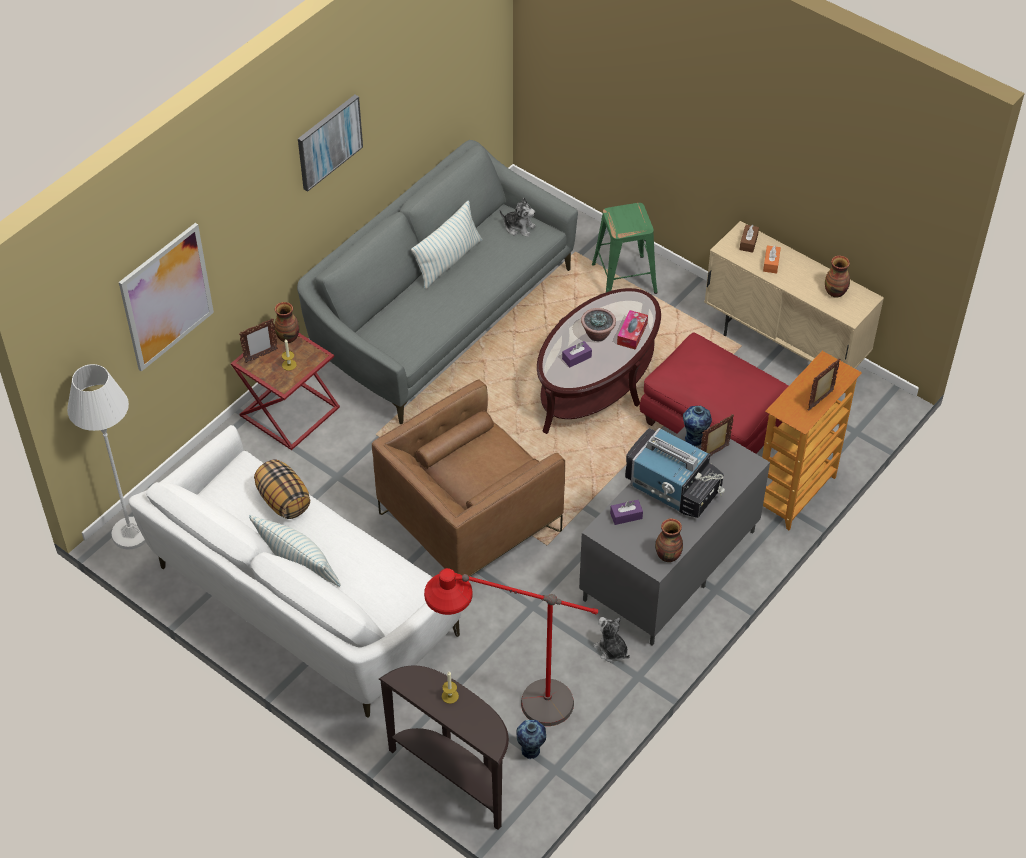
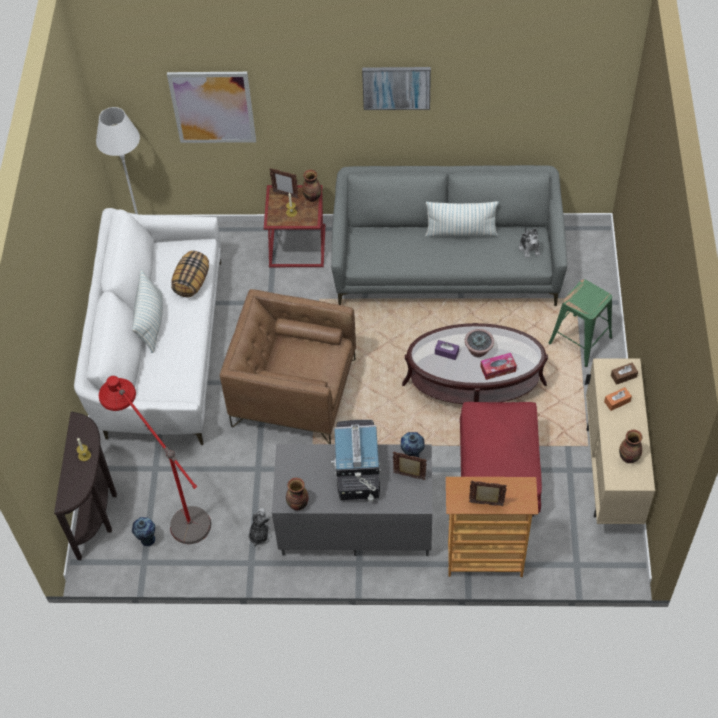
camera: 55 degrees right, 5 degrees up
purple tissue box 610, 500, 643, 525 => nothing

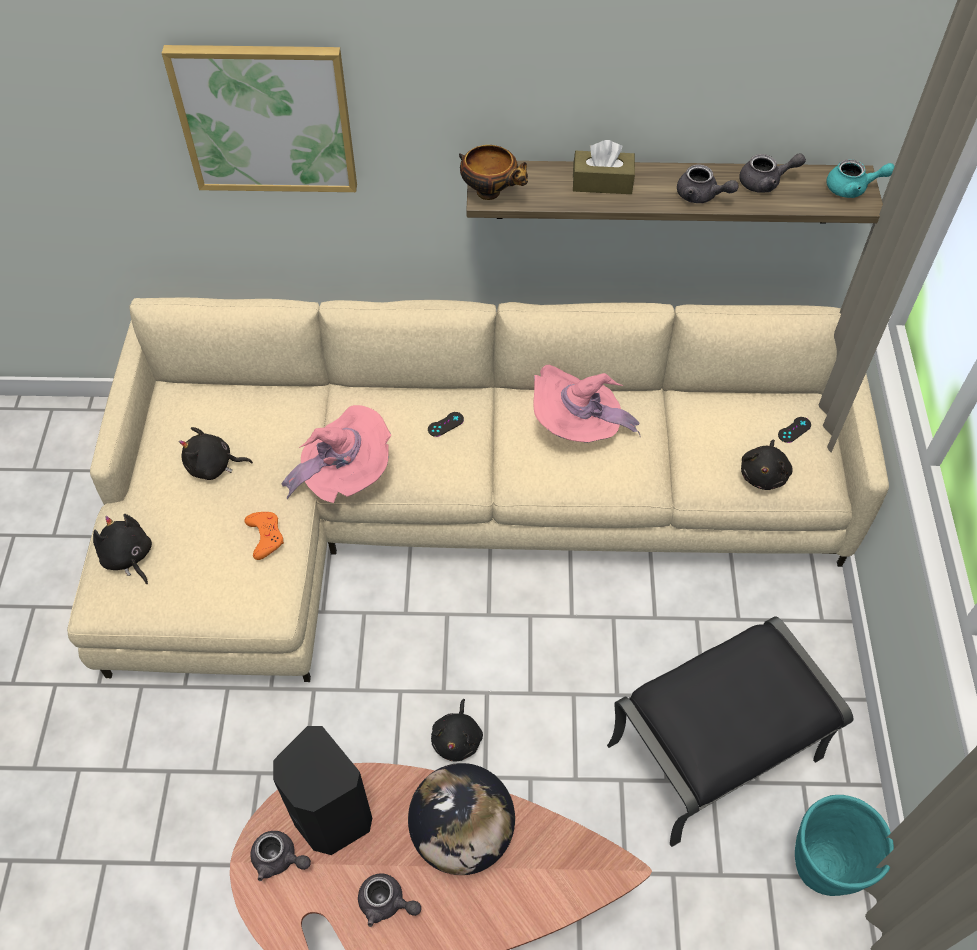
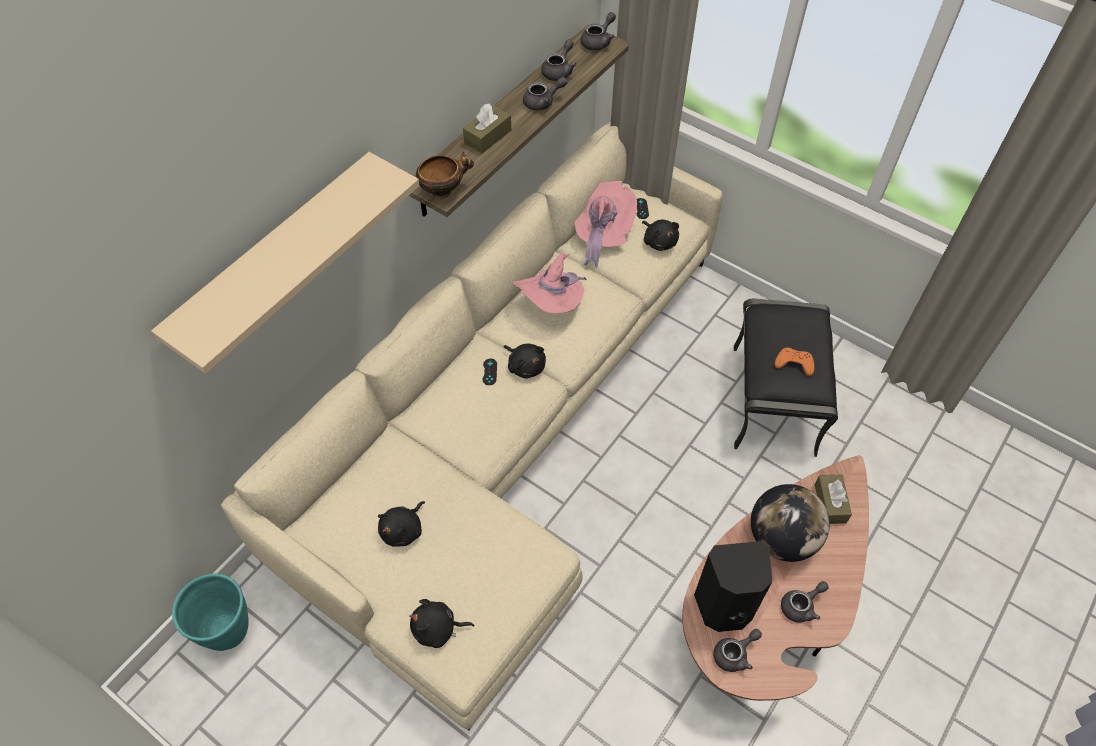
camera: 55 degrees left, 0 degrees up
wall art 162, 45, 357, 192 => sand-coloured bracket shelf 151, 152, 420, 374
turquoise-coloured flower pot 795, 795, 894, 896 => turquoise-coloured flower pot 172, 573, 249, 651, shifted
blackish plush toy 431, 699, 483, 761 => blackish plush toy 504, 344, 546, 379, shifted
pink wearable hat 282, 405, 391, 503 => pink wearable hat 574, 181, 637, 268, shifted
turquoise-coloured pot for tea 826, 159, 895, 198 => greyish pot for tea 581, 12, 616, 51
orange-coloured game controller 244, 512, 284, 560 => orange-coloured game controller 775, 348, 814, 376, shifted
nothing => brown tissue box 815, 475, 852, 524

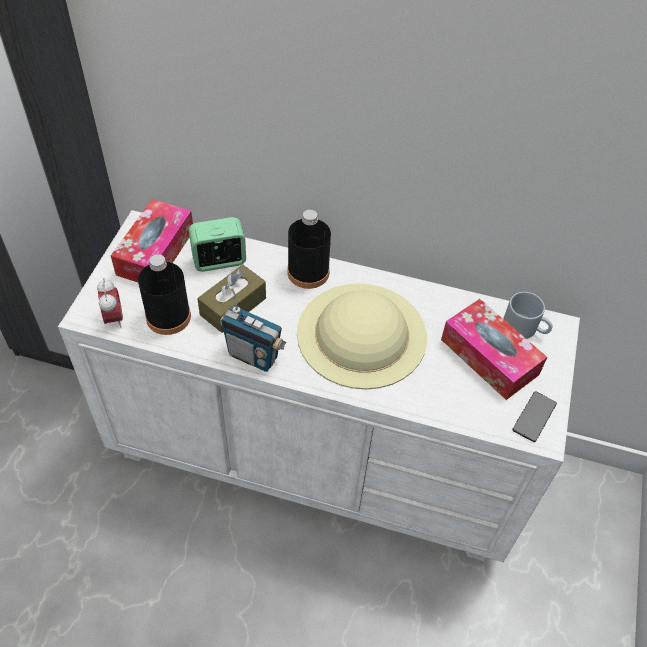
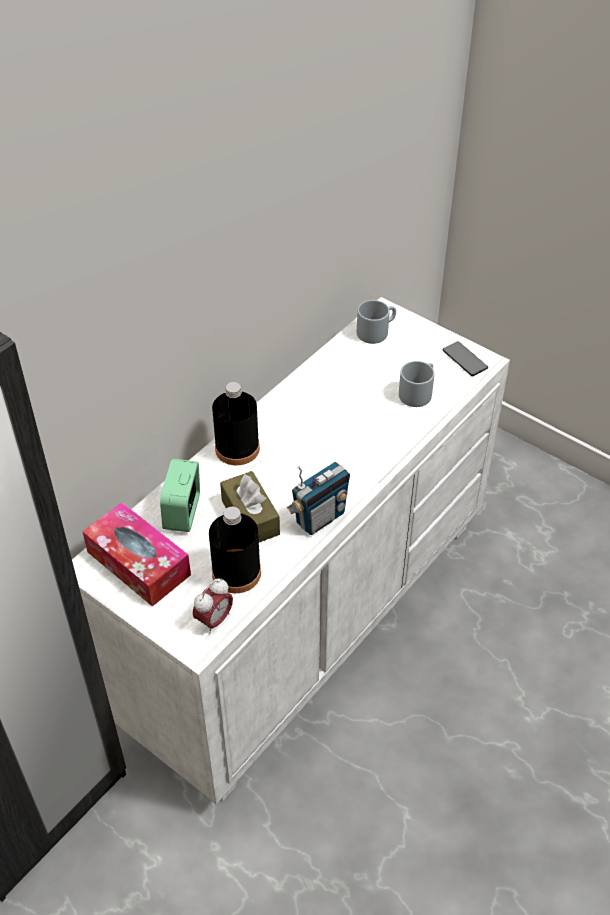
camera: 65 degrees left, 5 degrees down
alarm clock 97, 278, 123, 327 => alarm clock 193, 578, 233, 634, 120 degrees clockwise
nothing => greyish tea mug 399, 361, 434, 407
sand-coloured wearable hat 297, 283, 427, 389 => nothing
tissue box 441, 299, 547, 400 => nothing

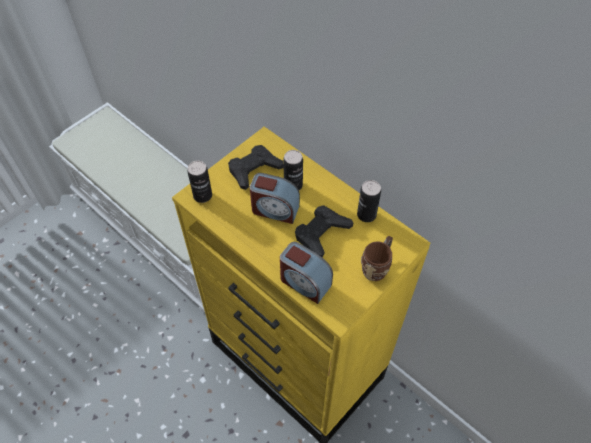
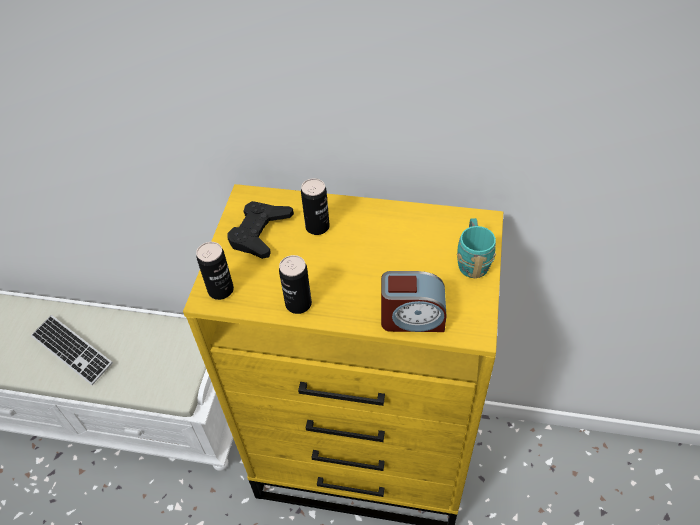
camera: 30 degrees left, 5 degrees down
nothing => keyboard 31, 315, 113, 385
can 357, 180, 381, 222 => can 279, 255, 312, 314, shifted
brown tea mug 361, 236, 393, 281 => turquoise-coloured tea mug 457, 218, 496, 279
alarm clock 250, 173, 300, 224 => nothing
blackish game controller 295, 205, 353, 257 => nothing

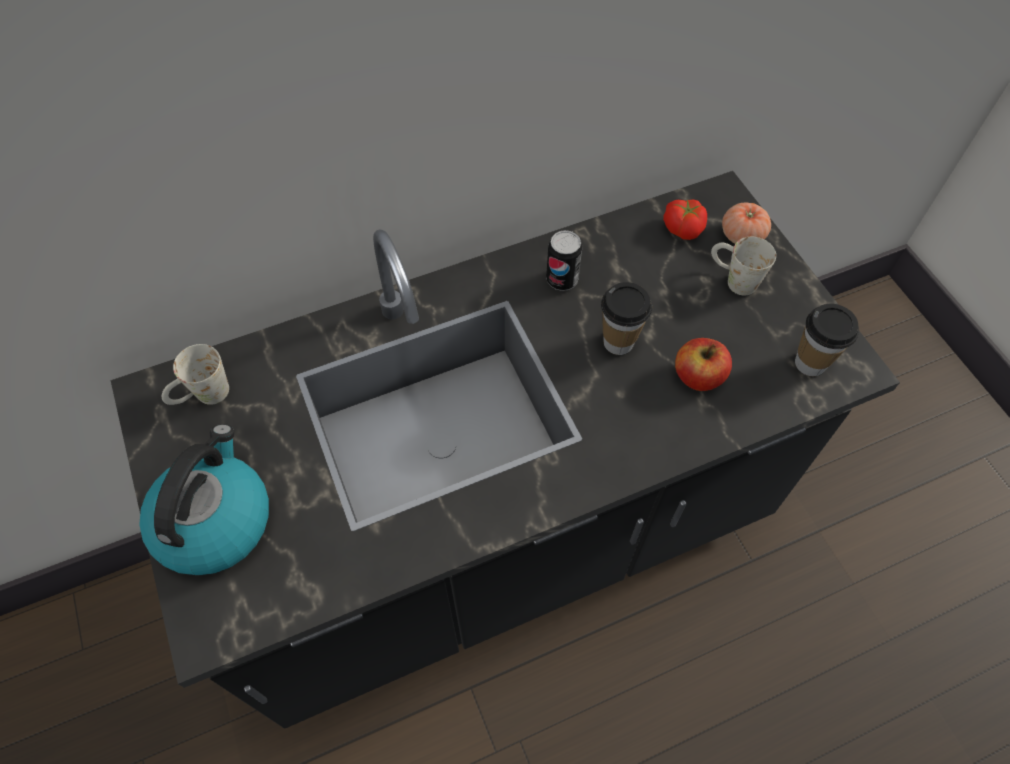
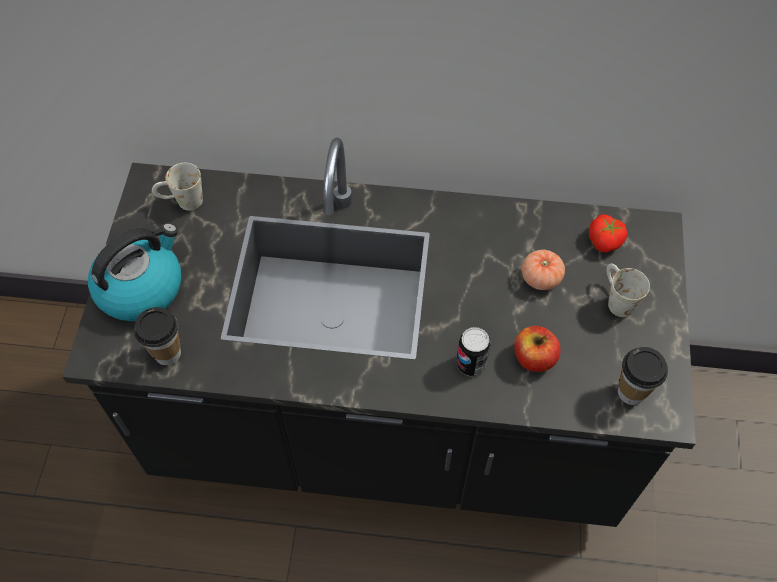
camera: 30 degrees right, 0 degrees up
small cup 601, 282, 652, 355 => small cup 134, 307, 181, 366, shifted
can 546, 230, 582, 291 => can 456, 327, 491, 376, shifted
whole tomato 722, 202, 771, 244 => whole tomato 521, 250, 565, 290, shifted

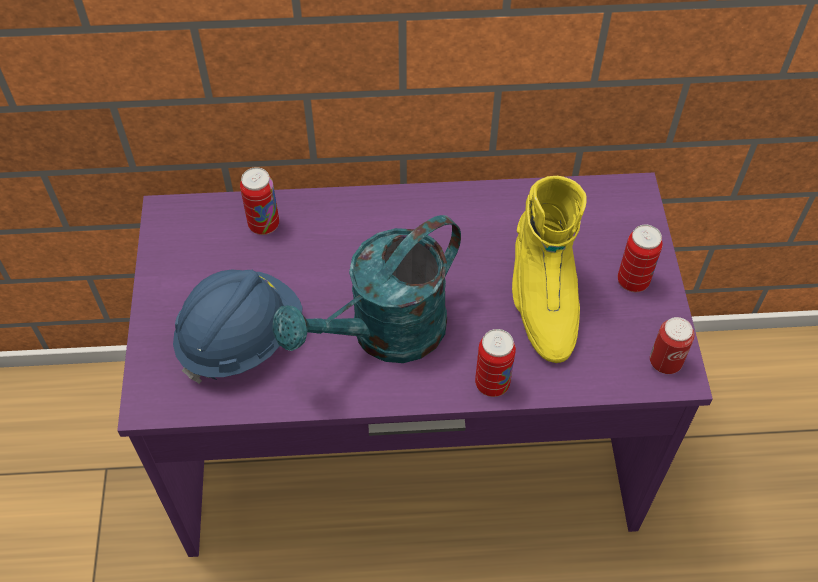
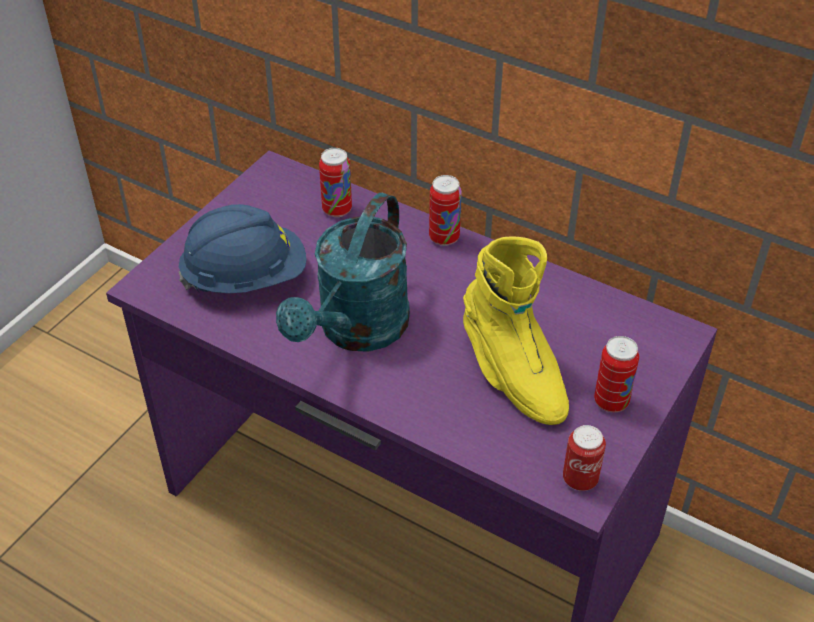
camera: 35 degrees right, 10 degrees down
turquoise-coloured watering can 272, 215, 461, 363 => turquoise-coloured watering can 276, 193, 410, 352, 60 degrees counterclockwise
can 475, 329, 516, 397 => can 429, 175, 462, 246, shifted
yellow-coloured boot 512, 176, 586, 363 => yellow-coloured boot 463, 236, 569, 425, 60 degrees counterclockwise

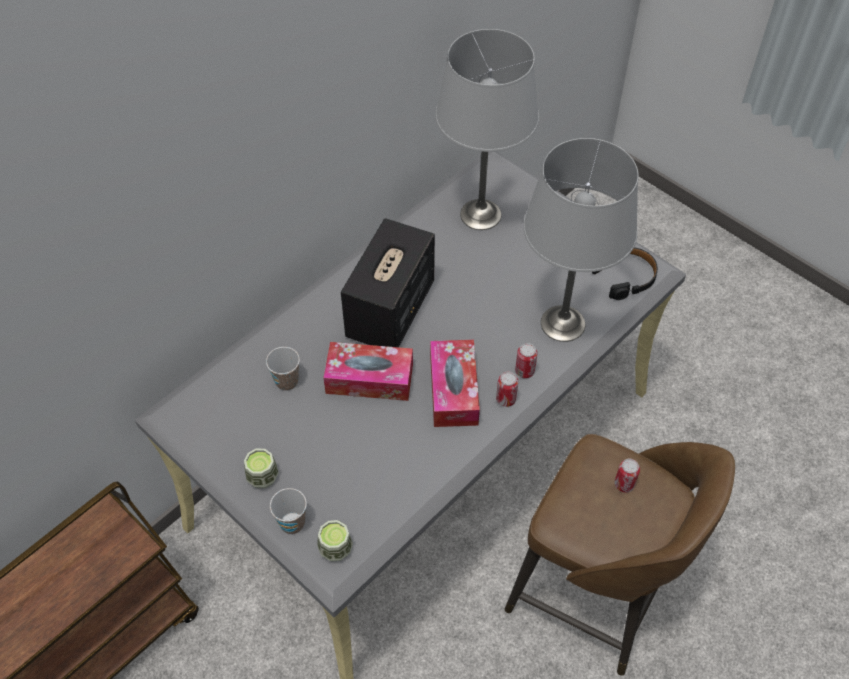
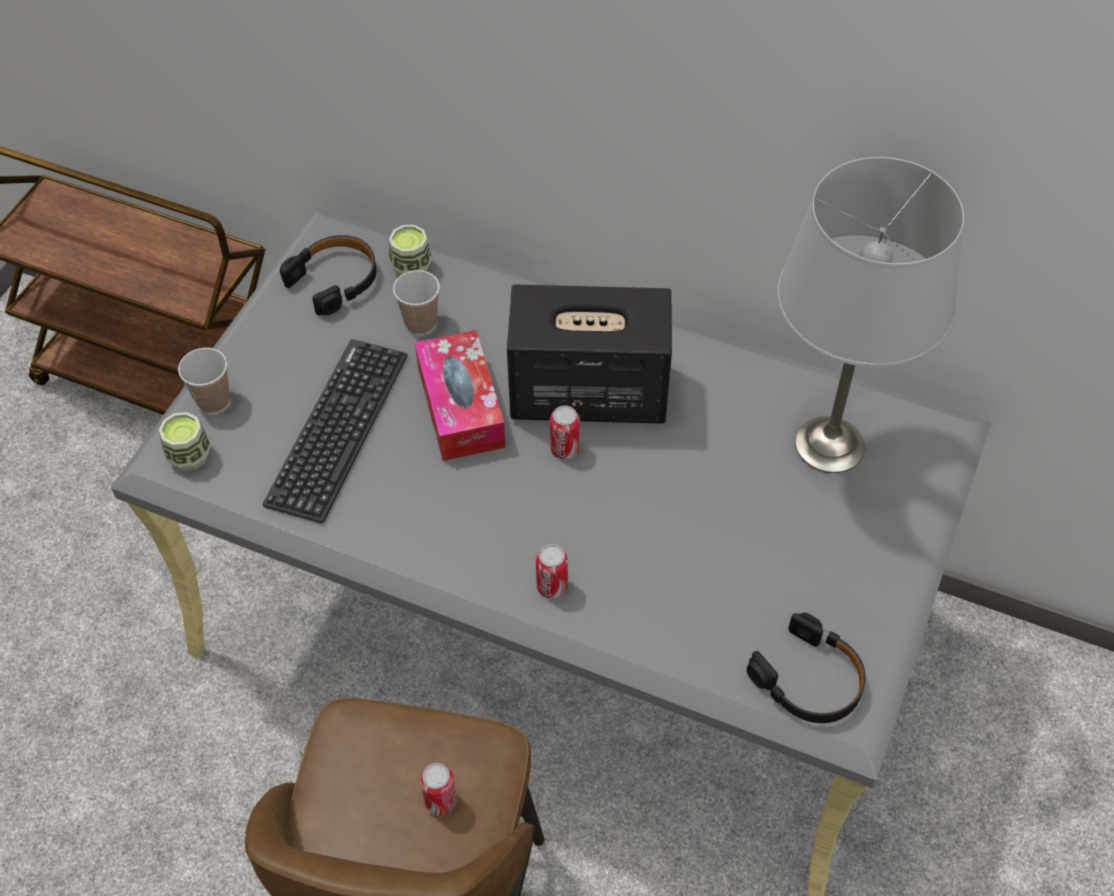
camera: 70 degrees right, 0 degrees up
nothing => keyboard 263, 339, 407, 523
nothing => blackish headphones 280, 235, 377, 315
small cup 244, 448, 279, 489 => small cup 389, 225, 432, 276, shifted
can 496, 371, 518, 407 => can 550, 406, 580, 459, shifted
tissue box 430, 340, 480, 427 => nothing
greyish tabletop lamp 523, 138, 639, 342 => nothing

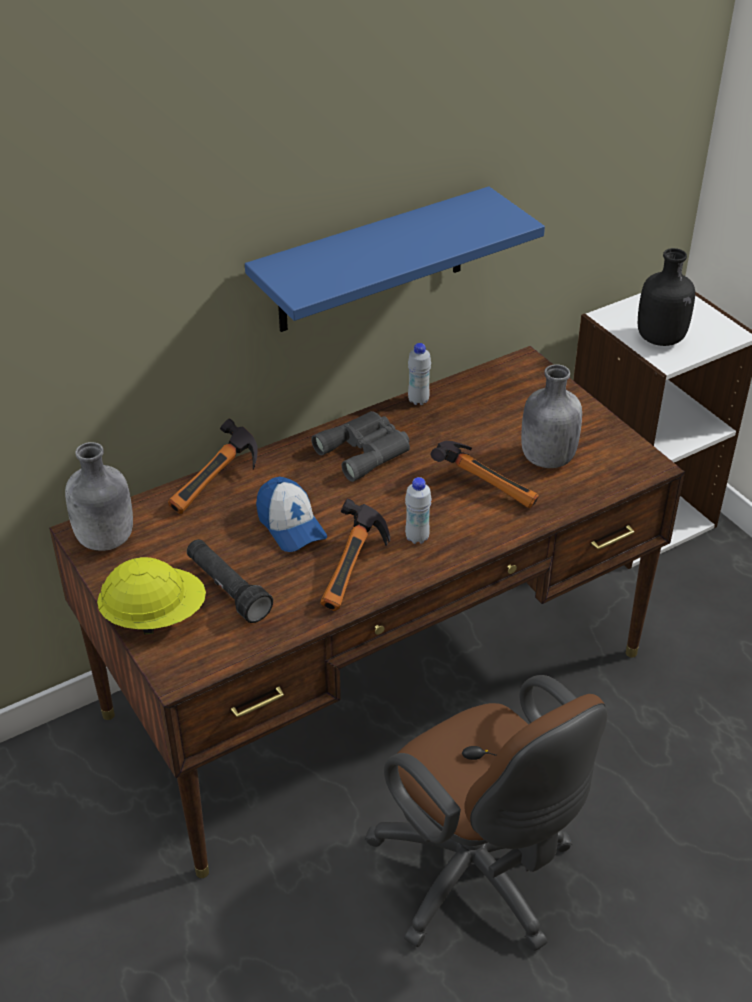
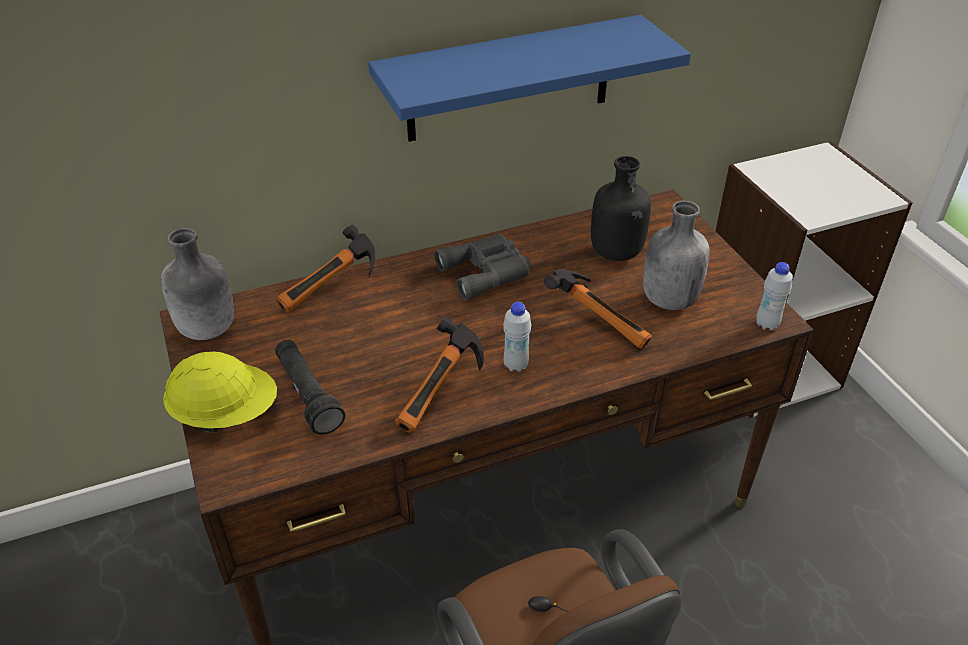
camera: 10 degrees right, 0 degrees up
blackish bottle 638, 248, 695, 346 => blackish bottle 591, 156, 651, 261, shifted
whitish bottle 408, 343, 431, 405 => whitish bottle 756, 262, 793, 330, shifted
cap 256, 477, 327, 552 => nothing

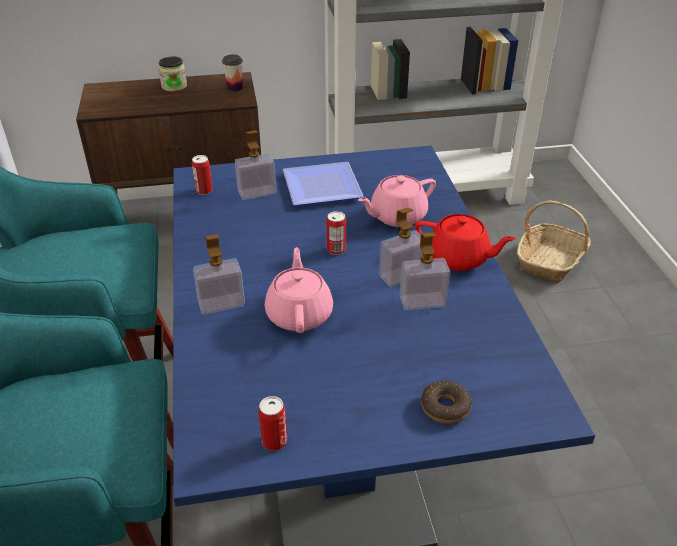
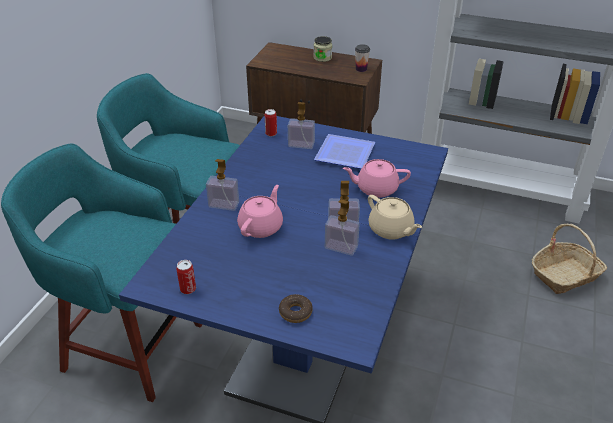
camera: 30 degrees right, 0 degrees up
red pot for tea 415, 214, 516, 271 => sand-coloured pot for tea 368, 195, 422, 239
can 326, 211, 346, 255 => nothing

